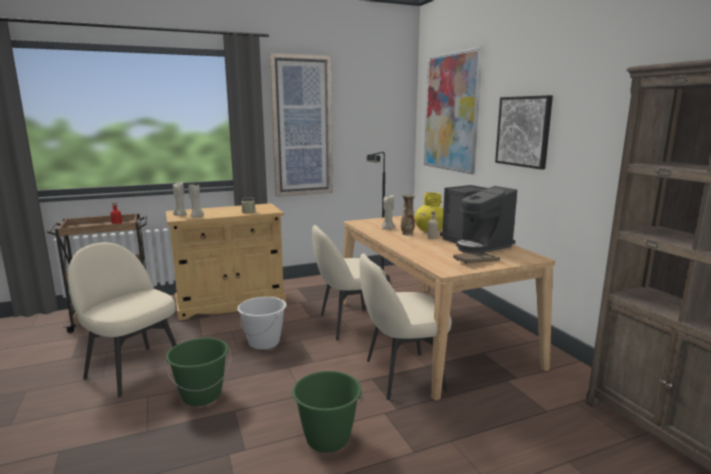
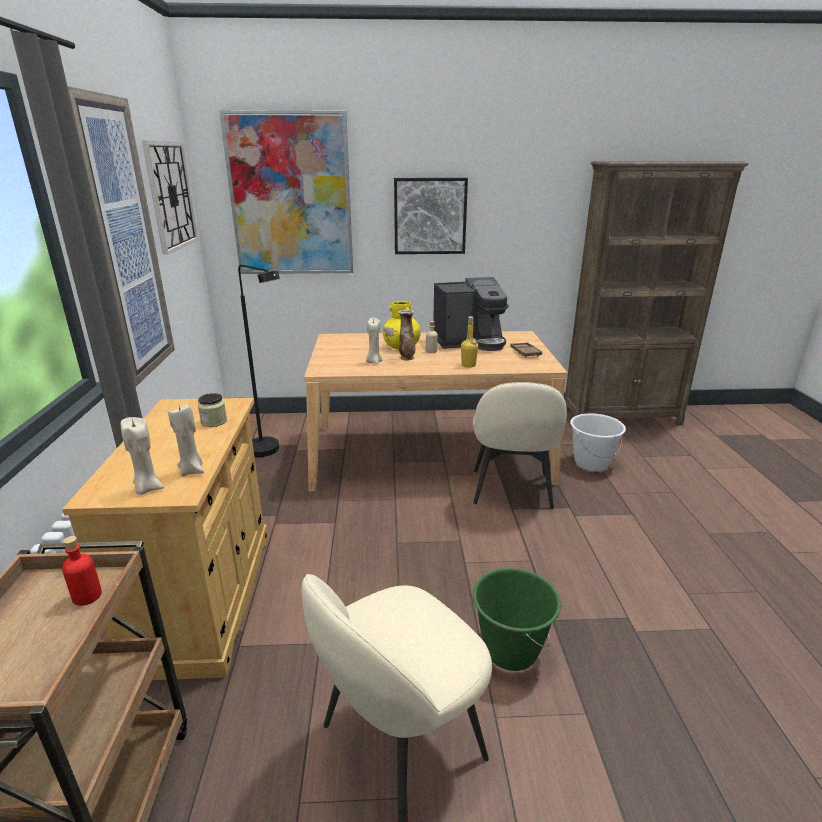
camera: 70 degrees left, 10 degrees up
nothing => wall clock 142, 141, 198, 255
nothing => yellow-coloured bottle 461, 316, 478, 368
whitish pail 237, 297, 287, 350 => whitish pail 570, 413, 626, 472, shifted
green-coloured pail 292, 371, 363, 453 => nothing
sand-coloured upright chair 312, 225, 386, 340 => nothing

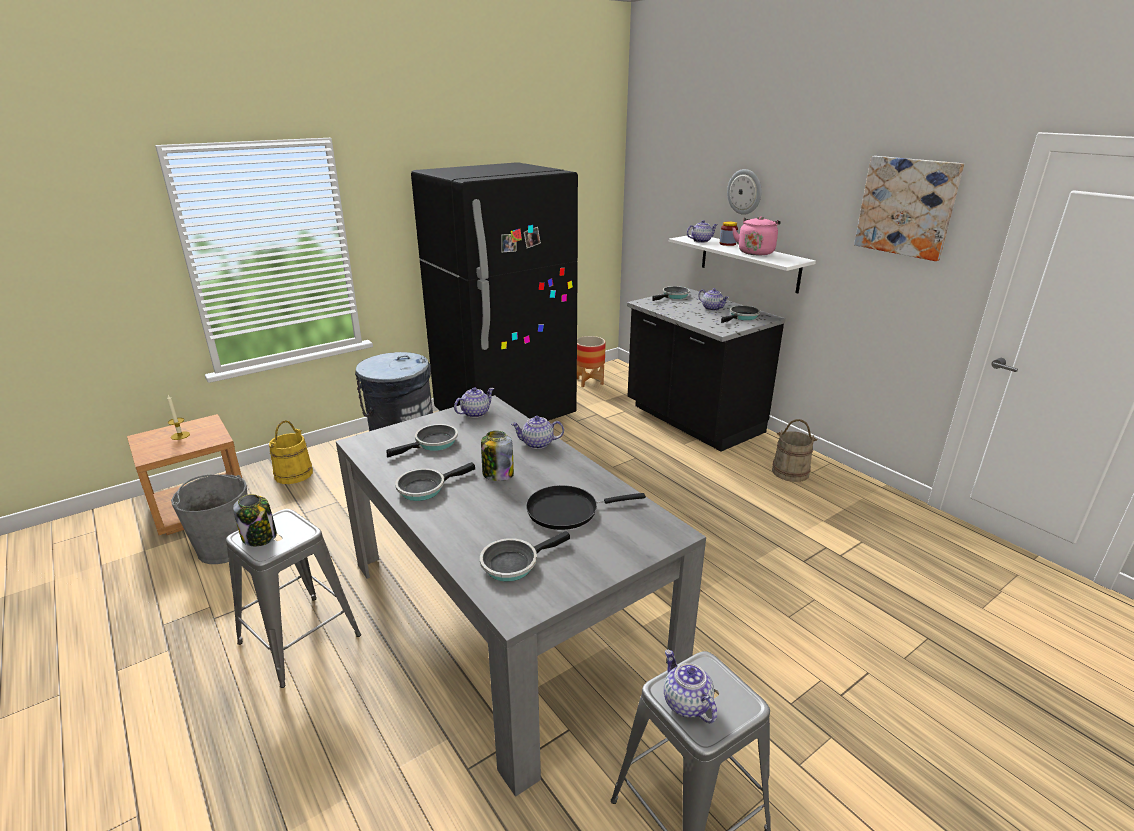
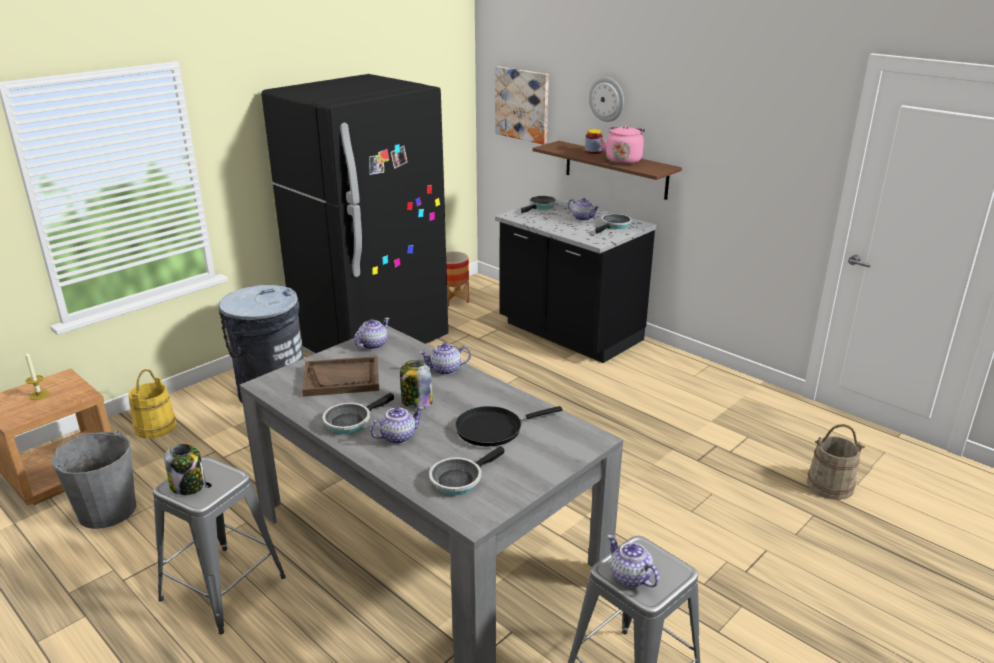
camera: 10 degrees left, 0 degrees up
skillet 386, 424, 458, 458 => brown carrying tray 302, 356, 379, 397
pot for tea 687, 220, 717, 243 => pot for tea 370, 407, 424, 444, shifted
wall art 854, 156, 964, 261 => wall art 495, 66, 549, 145, shifted
whitish bracket shelf 669, 235, 816, 294 => brown bracket shelf 533, 141, 682, 200
sand-coloured pail 772, 419, 818, 482 => sand-coloured pail 807, 424, 865, 500, shifted

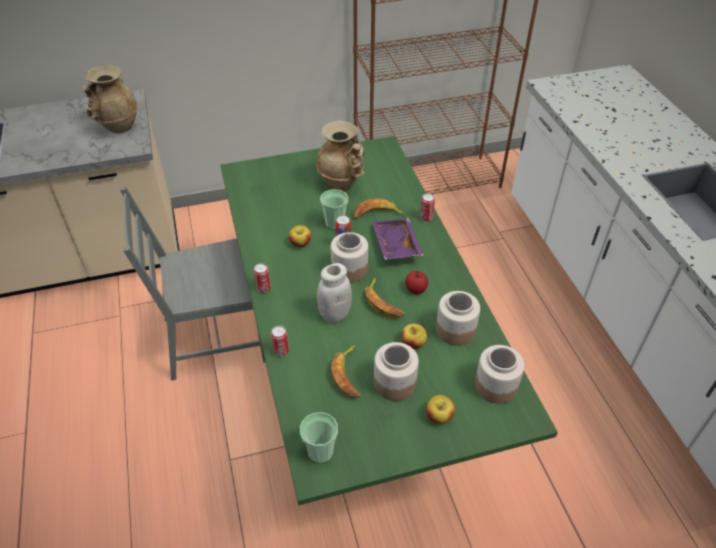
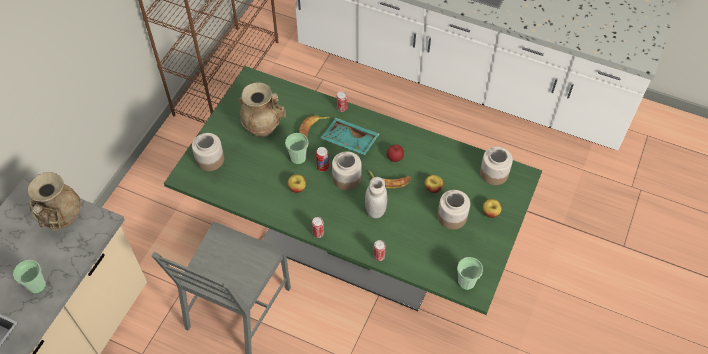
camera: 50 degrees left, 10 degrees up
nothing => small cup 13, 260, 46, 294
jar 436, 291, 480, 346 => jar 192, 133, 224, 171, shifted
purple carrying tray 372, 218, 424, 260 => turquoise-coloured carrying tray 320, 118, 380, 155
banana 331, 345, 360, 398 => nothing

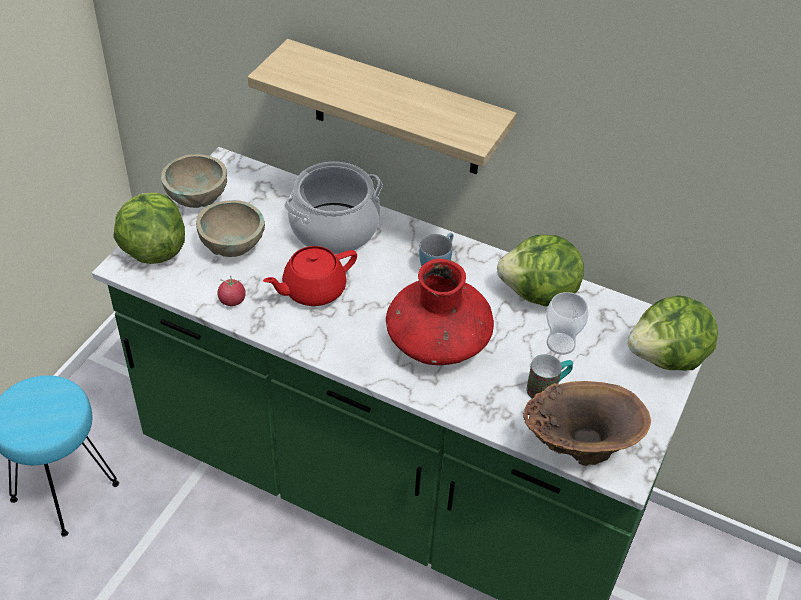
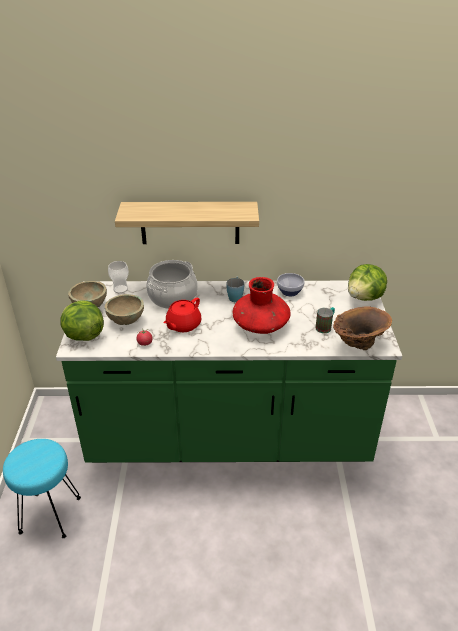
camera: 25 degrees left, 10 degrees down
small cup 546, 292, 589, 355 => small cup 108, 261, 129, 293, shifted
lettuce head 497, 235, 584, 306 => serving bowl 277, 273, 305, 296

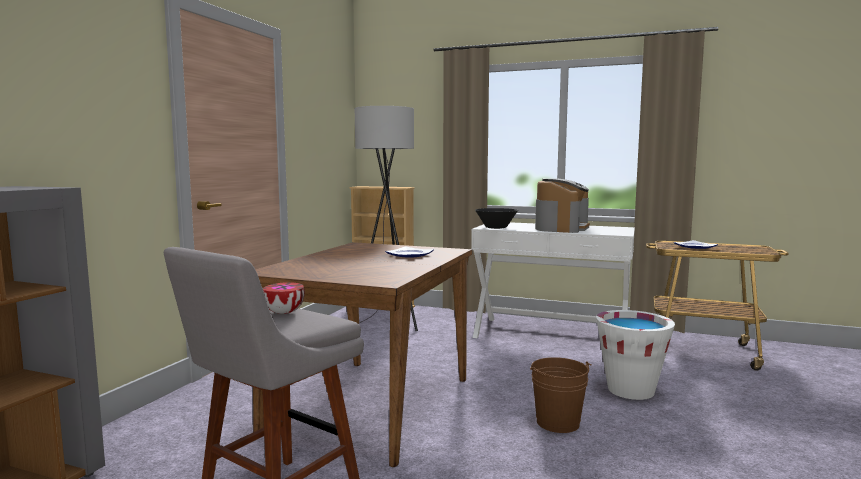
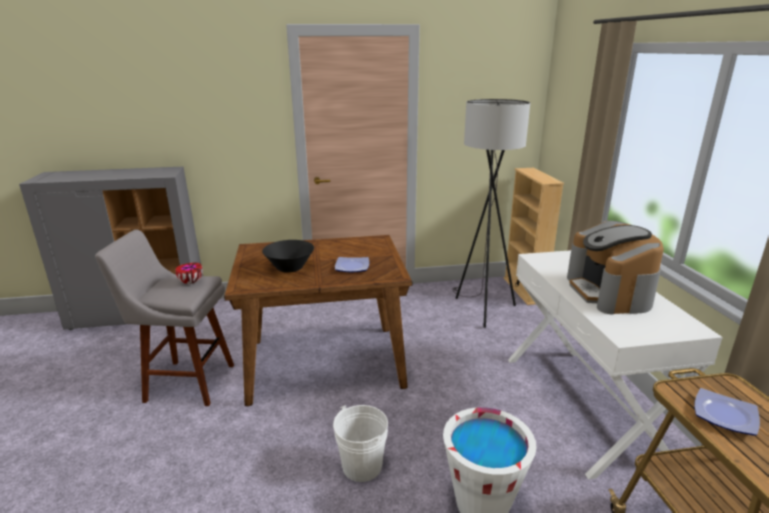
camera: 60 degrees right, 15 degrees up
blackish serving bowl 475, 208, 518, 229 => blackish serving bowl 262, 240, 314, 273, shifted
brown pail 530, 357, 591, 433 => whitish pail 333, 405, 388, 482
coffee maker 535, 178, 590, 233 => coffee maker 567, 221, 664, 315, 90 degrees clockwise

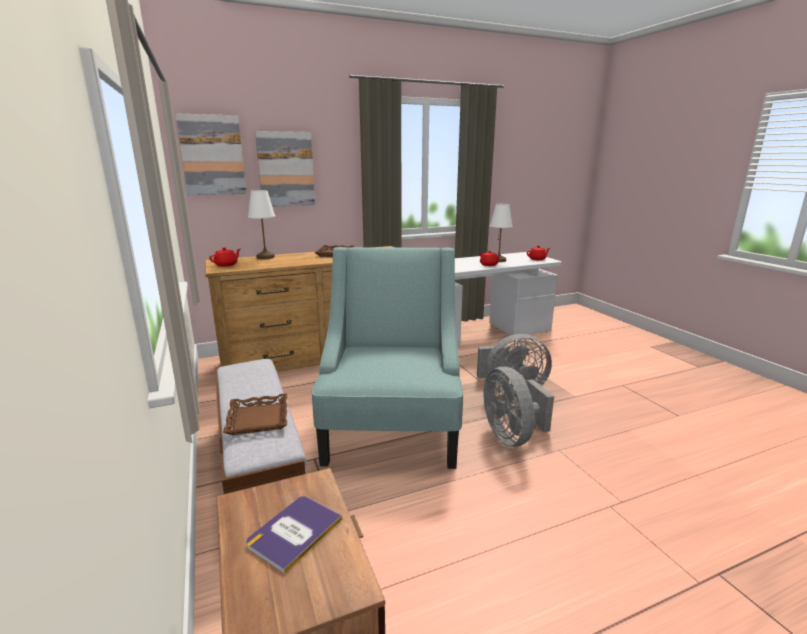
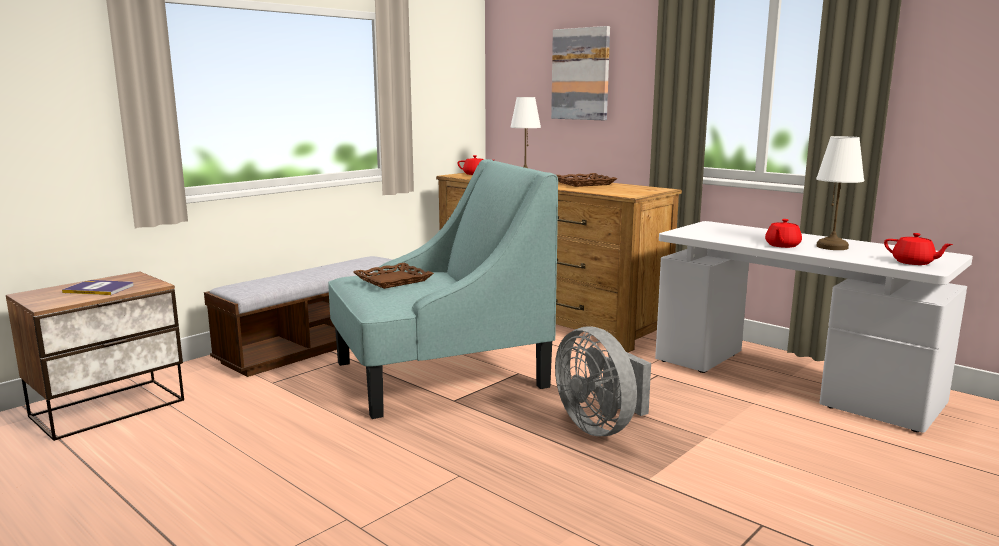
camera: 65 degrees right, 5 degrees down
brown carrying tray 223, 393, 287, 435 => brown carrying tray 353, 263, 434, 289, shifted
wall art 176, 113, 247, 195 => nothing
greyish electric fan 484, 367, 554, 447 => nothing

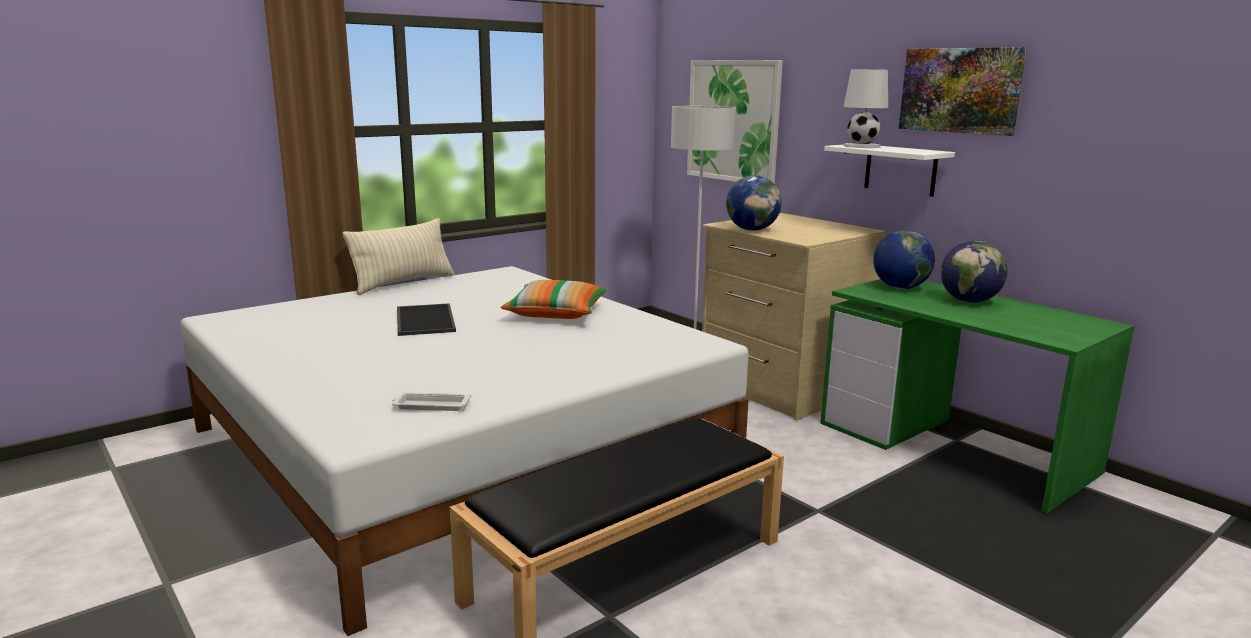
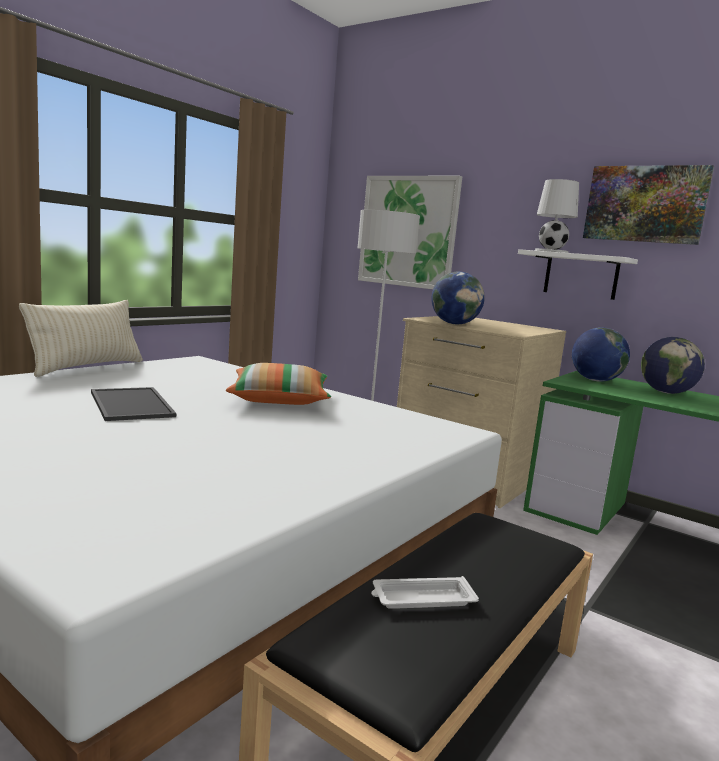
camera: 15 degrees left, 5 degrees down
whitish carrying tray 392, 392, 471, 411 => whitish carrying tray 371, 576, 479, 609, shifted

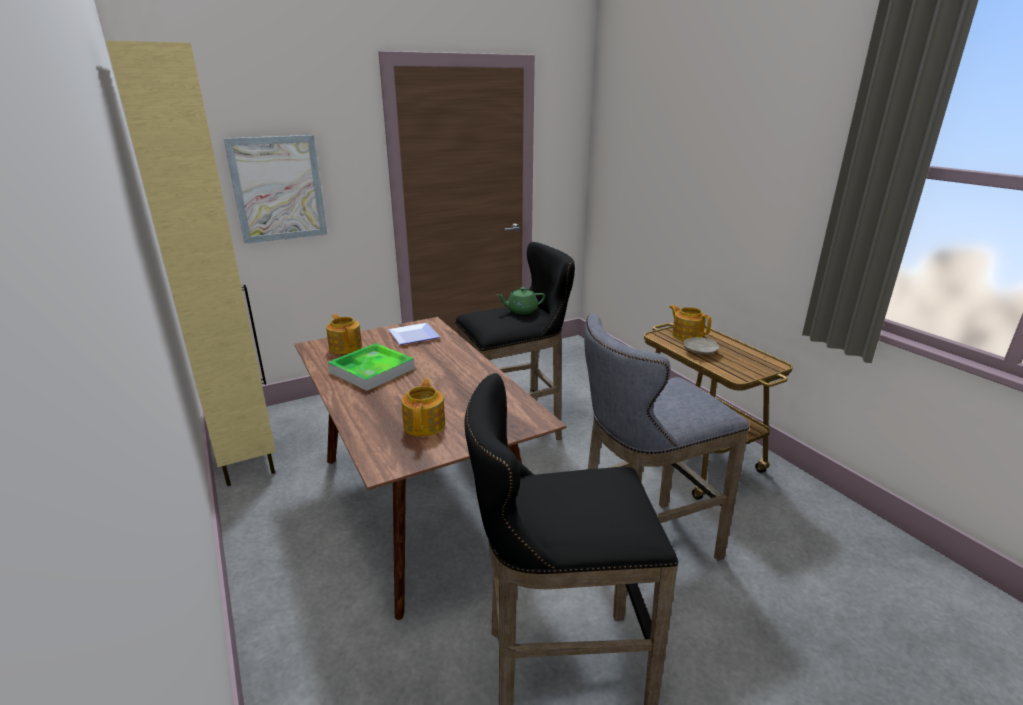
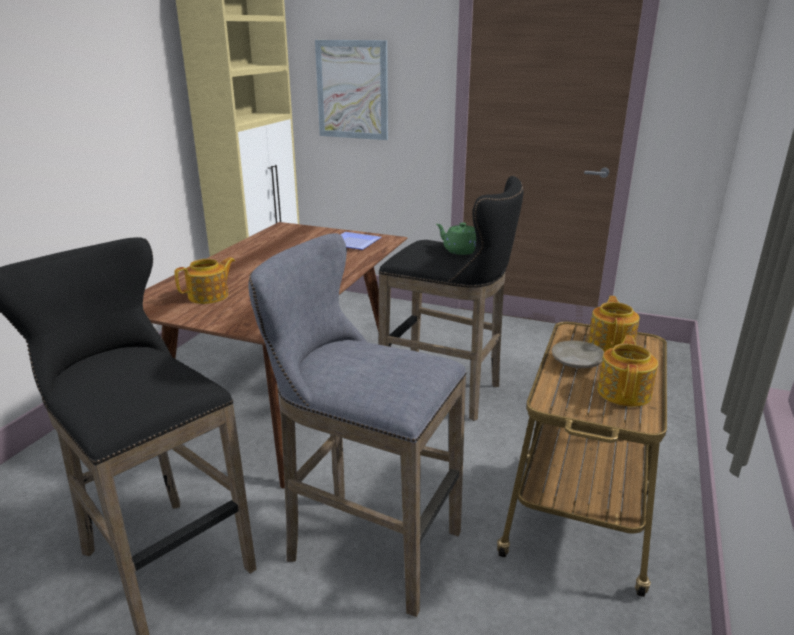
camera: 50 degrees right, 0 degrees up
pot for tea 326, 314, 362, 354 => pot for tea 597, 335, 658, 407, shifted
carrying tray 328, 343, 415, 391 => nothing

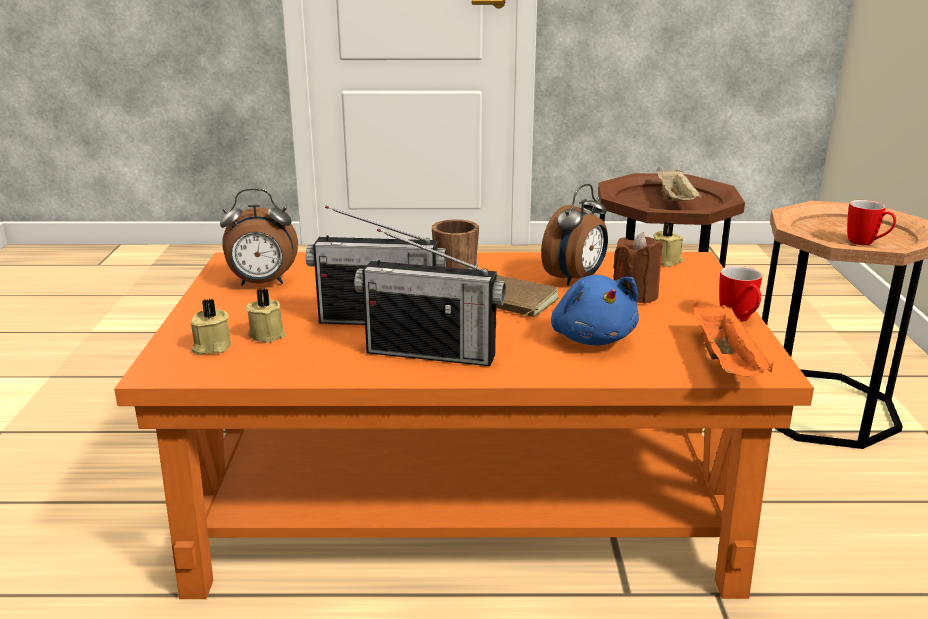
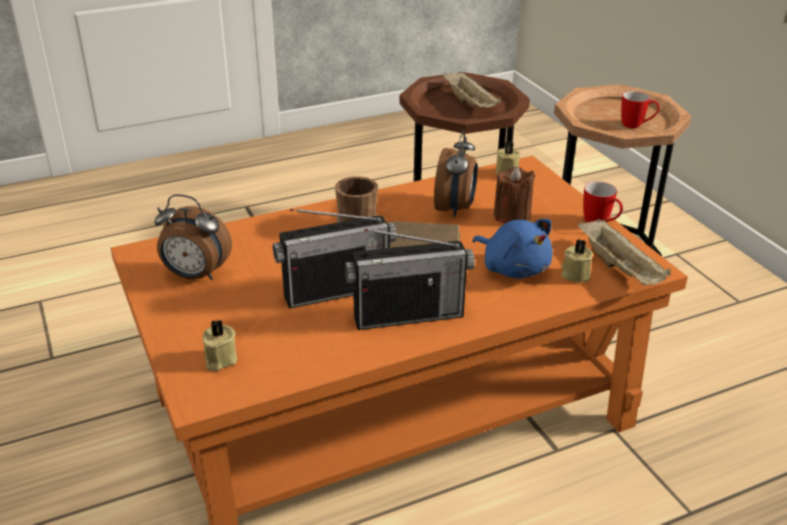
camera: 25 degrees left, 10 degrees up
alarm clock 220, 188, 298, 286 => alarm clock 154, 194, 232, 280, 45 degrees clockwise
sand-coloured candle 245, 289, 286, 343 => sand-coloured candle 561, 239, 593, 282, shifted
orange-coloured carrying tray 693, 302, 773, 376 => sand-coloured carrying tray 578, 219, 671, 285

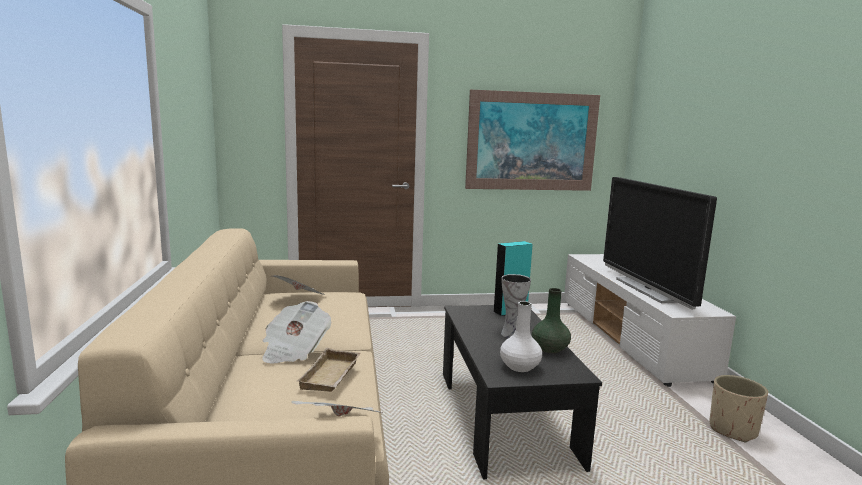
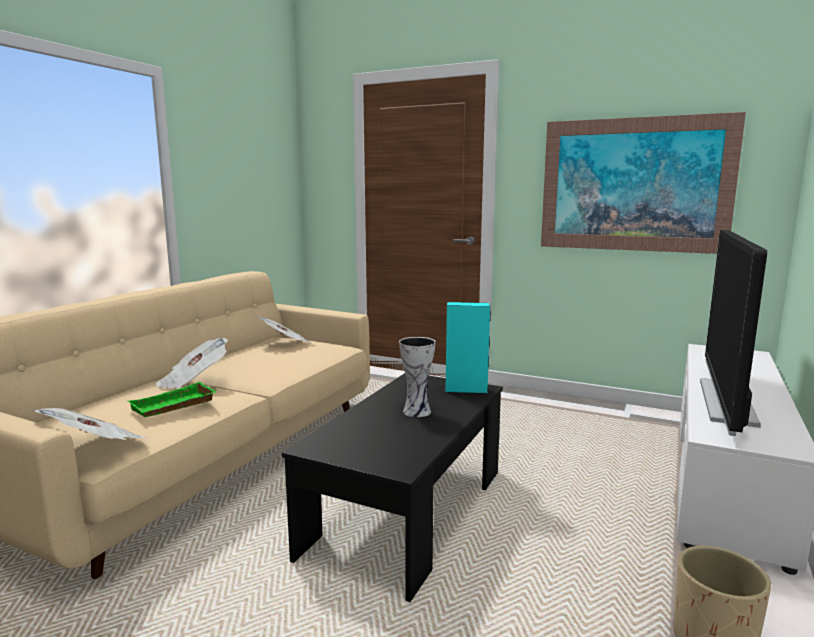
camera: 35 degrees right, 0 degrees up
sand-coloured carrying tray 297, 348, 360, 392 => green-coloured carrying tray 128, 382, 217, 417
whitish decorative vase 500, 301, 542, 372 => nothing
green-coloured decorative vase 532, 288, 571, 353 => nothing

